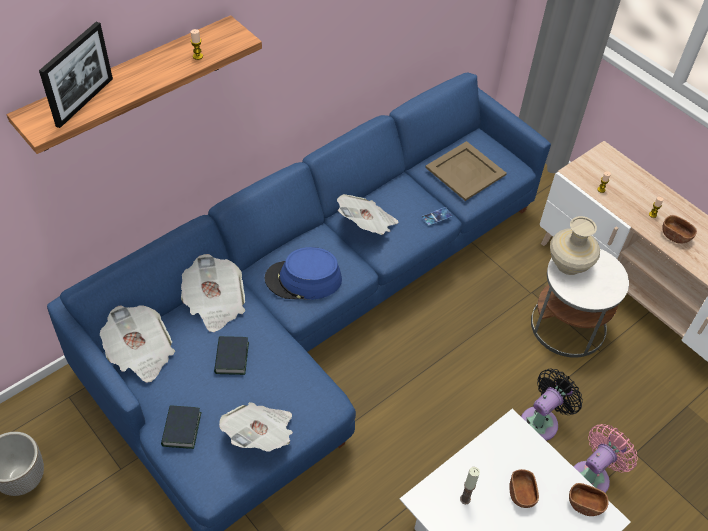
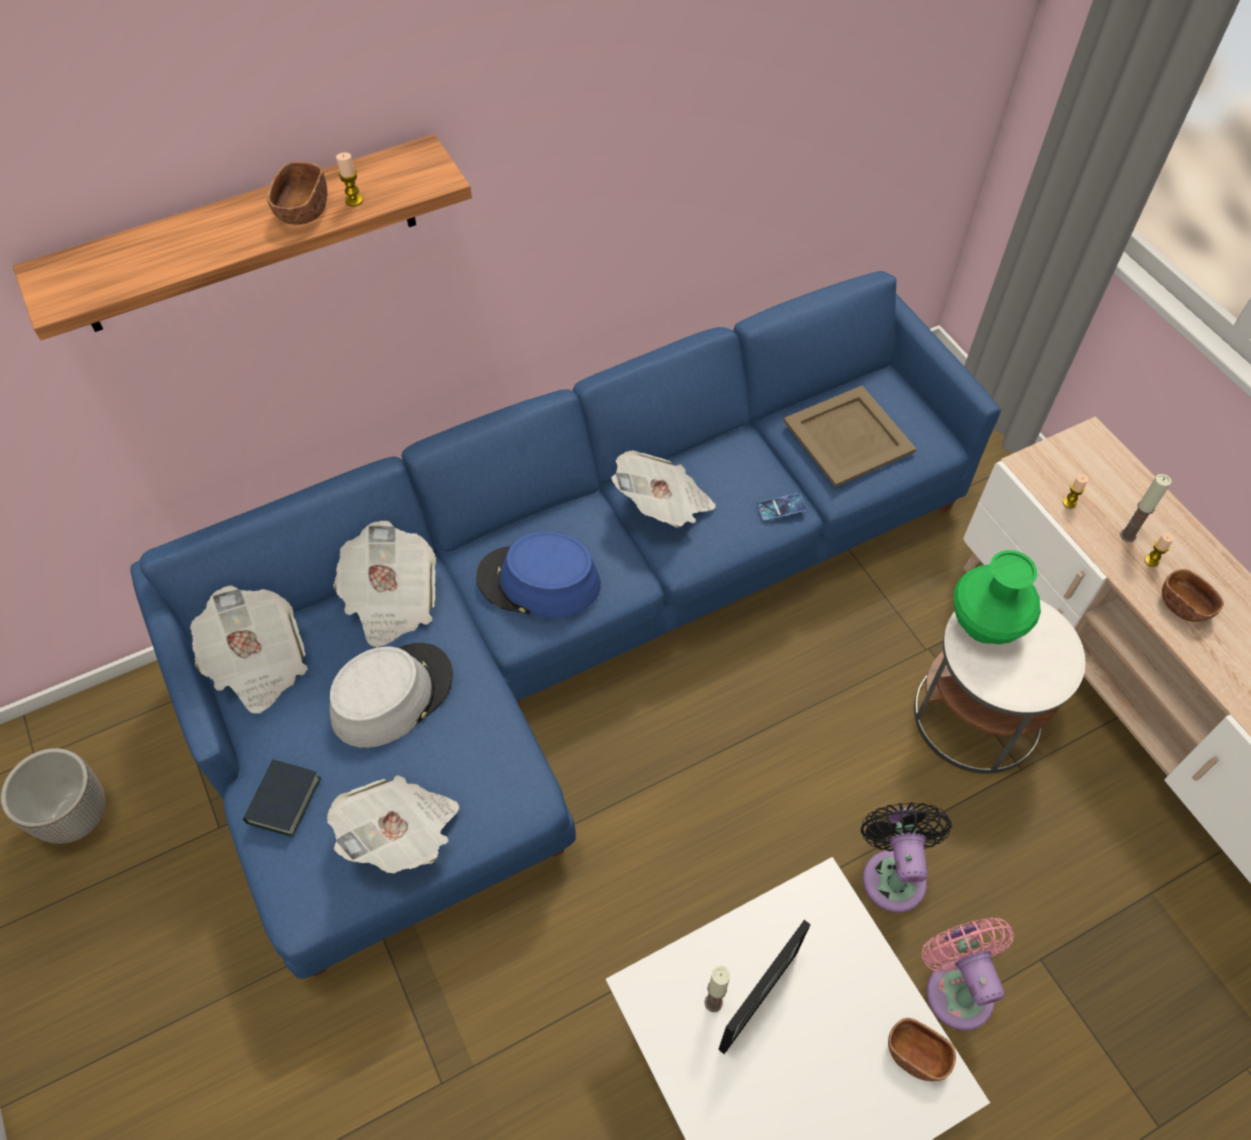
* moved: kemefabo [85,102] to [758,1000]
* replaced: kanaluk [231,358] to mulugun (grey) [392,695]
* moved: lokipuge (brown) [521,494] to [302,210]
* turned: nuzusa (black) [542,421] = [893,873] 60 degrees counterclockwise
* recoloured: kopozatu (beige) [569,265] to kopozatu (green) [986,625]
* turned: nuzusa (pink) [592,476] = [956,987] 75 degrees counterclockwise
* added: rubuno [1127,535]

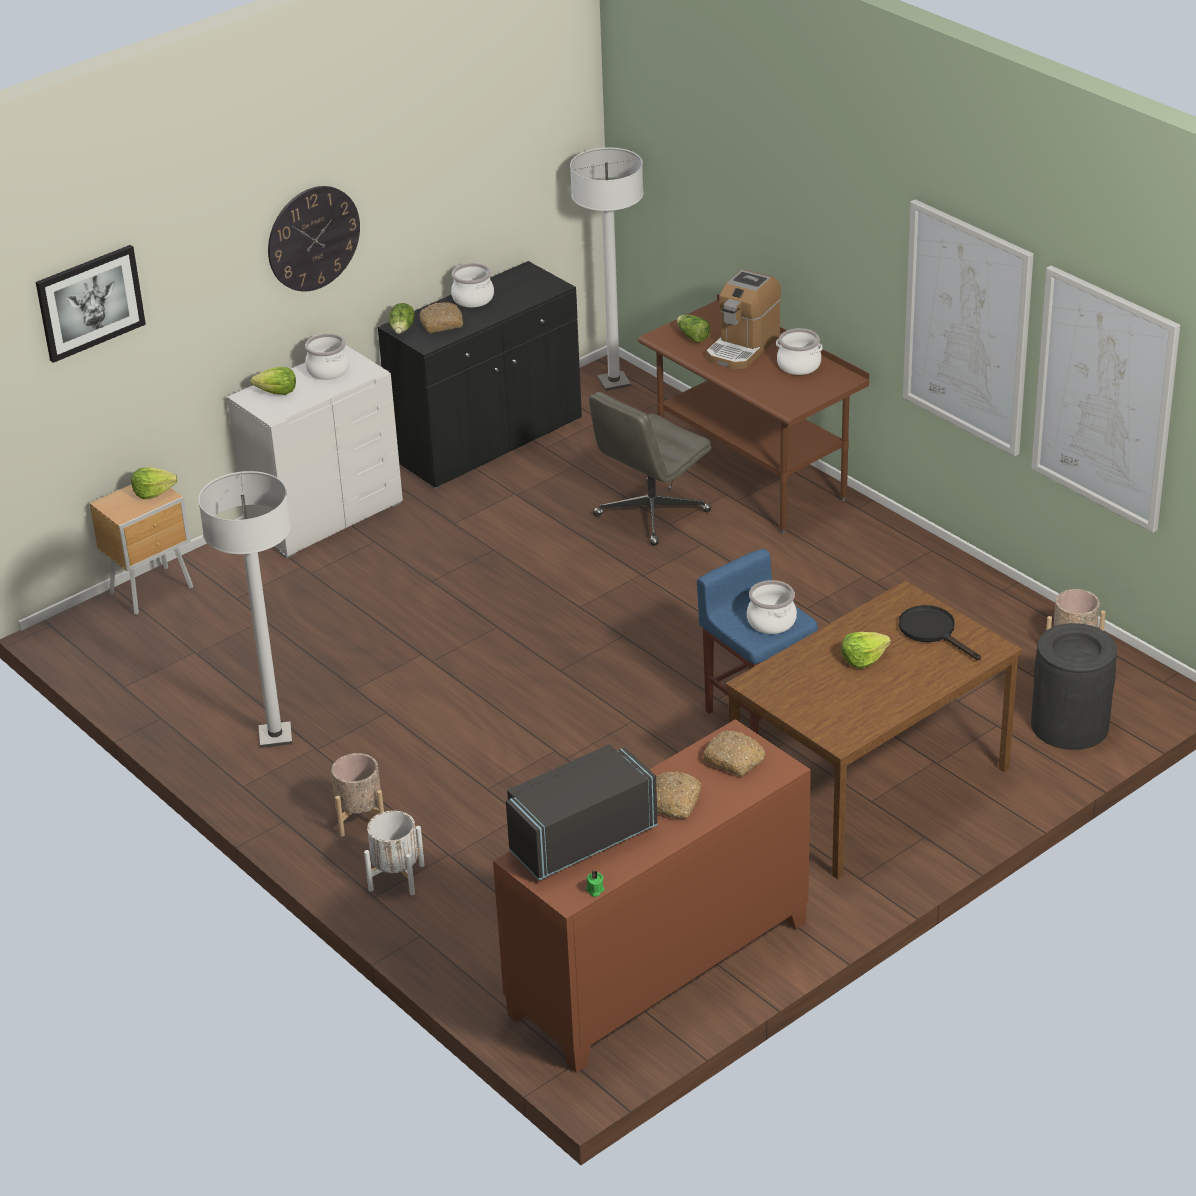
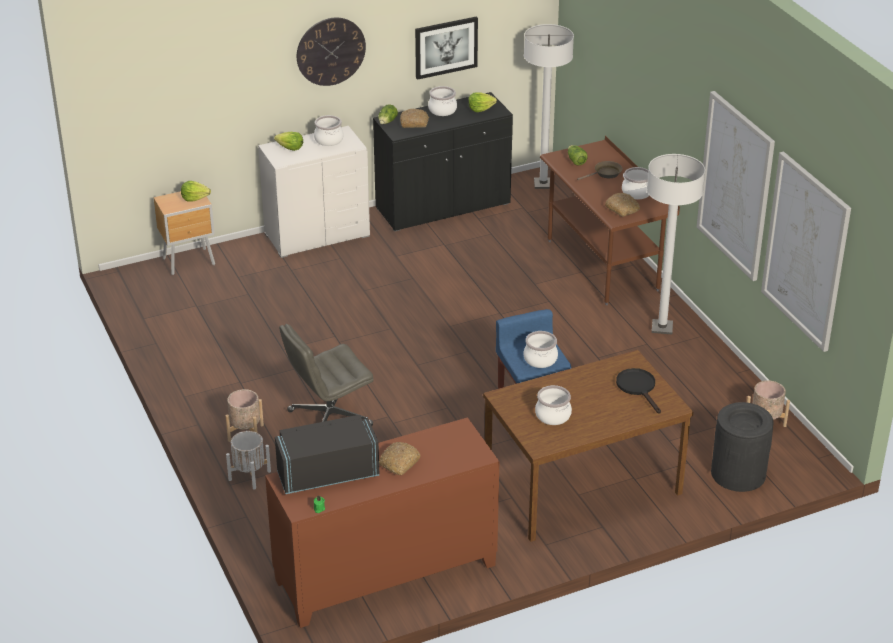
* moved: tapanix [90,302] to [446,47]
* moved: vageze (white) [275,736] to [662,328]
* moved: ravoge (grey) [651,514] to [329,419]
* moved: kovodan [734,760] to [622,209]
* replaced: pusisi [743,347] to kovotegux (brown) [605,174]
* moved: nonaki [863,659] to [480,108]
* added: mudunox [552,415]

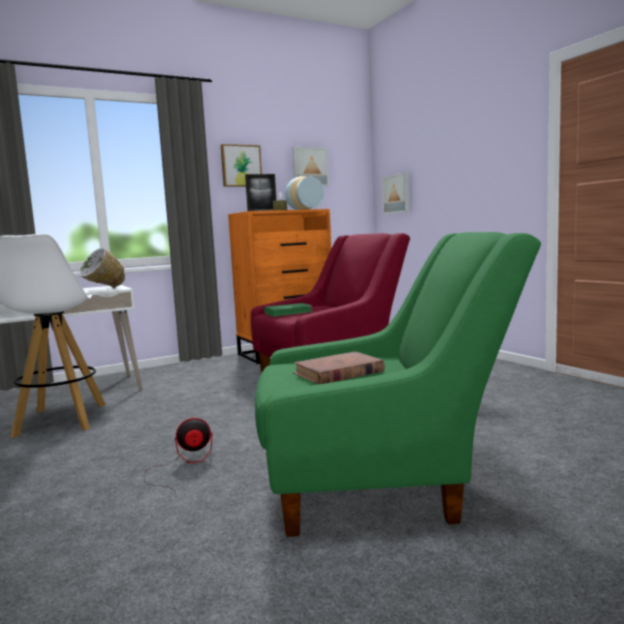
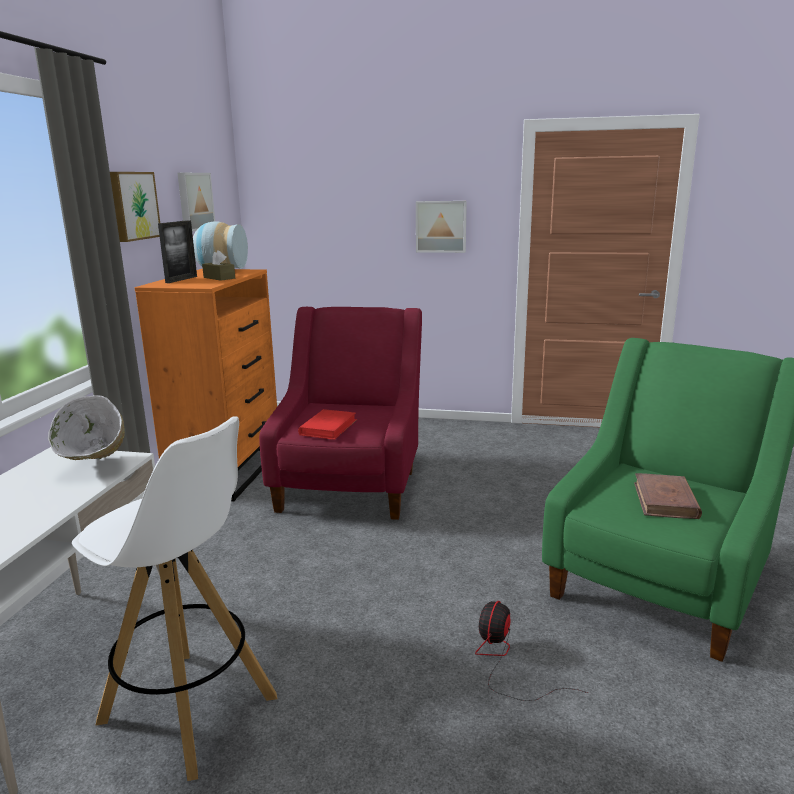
* recoloured: kanaluk (green) [288,312] to kanaluk (red) [328,427]
* moved: tapanix [397,194] to [441,226]

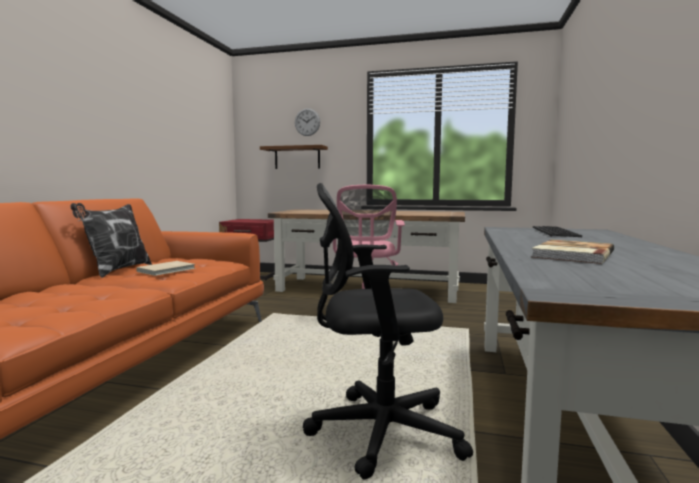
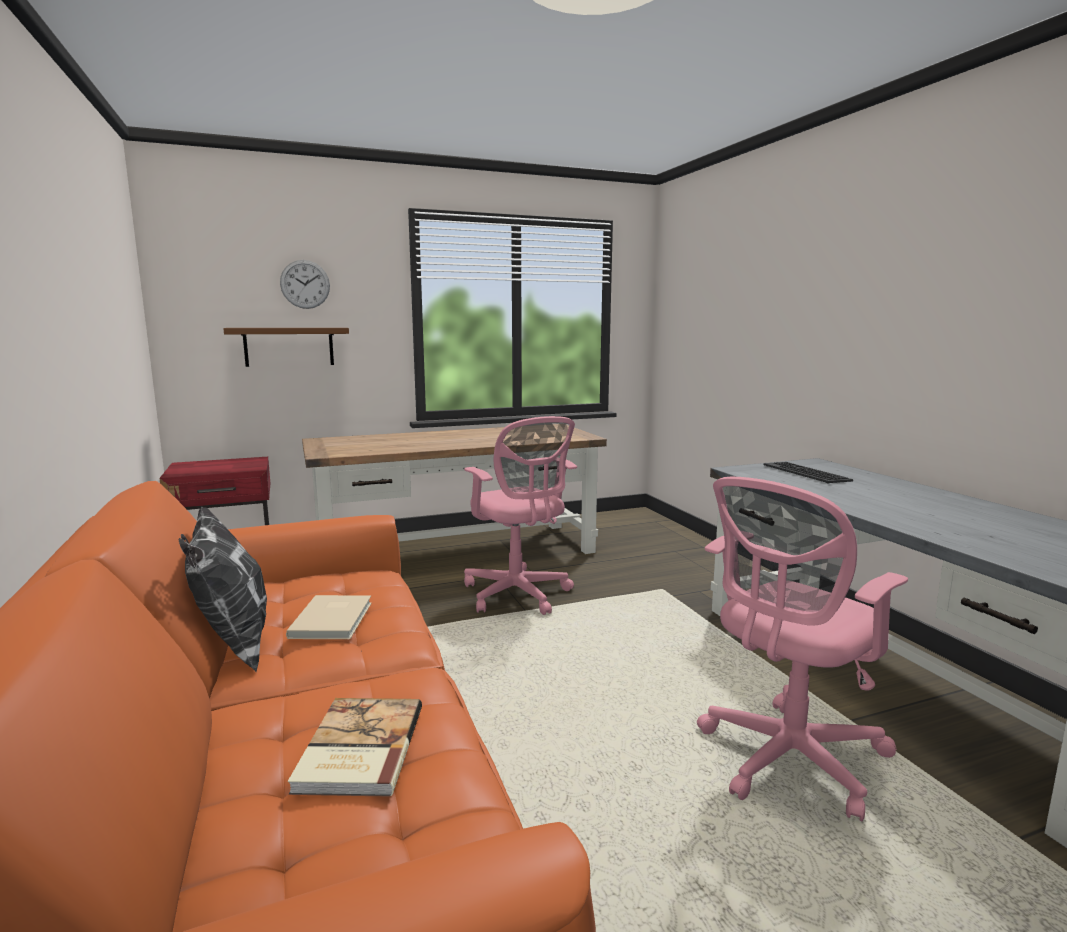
* recoloured: ravoge (black) [377,431] to ravoge (pink) [786,760]
* moved: kanaluk [571,254] to [358,749]

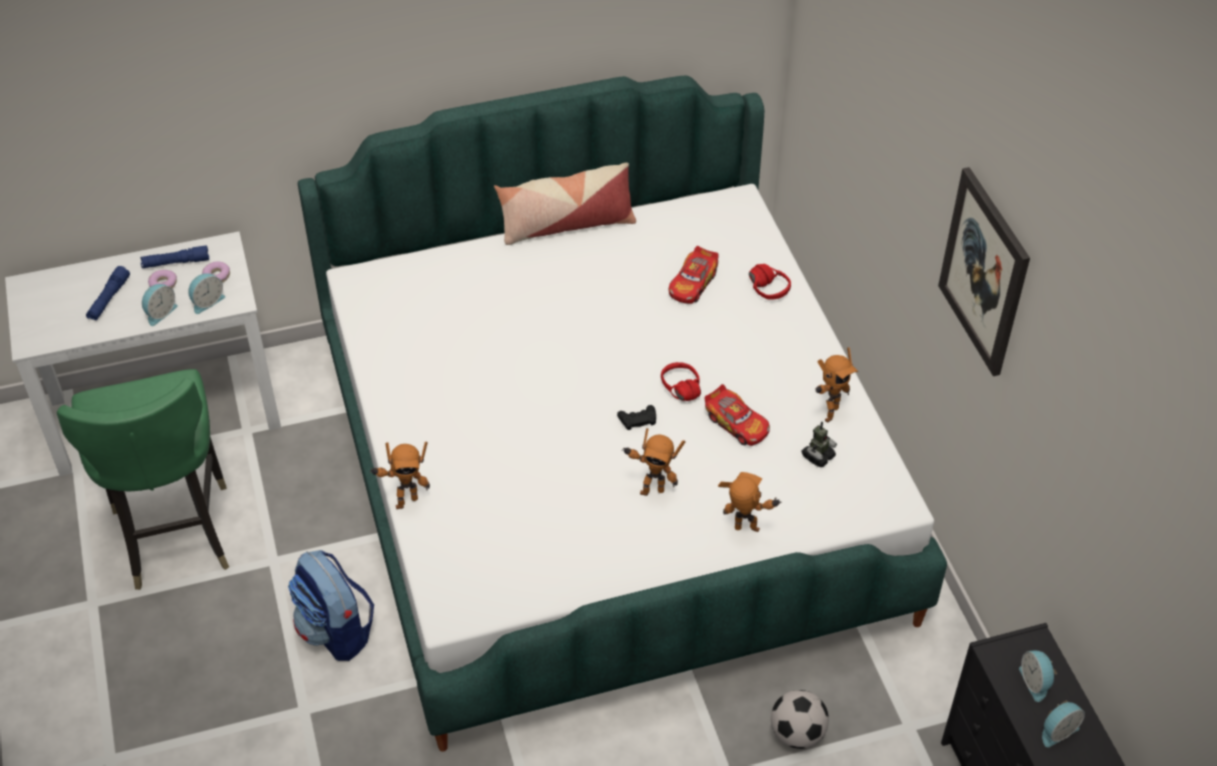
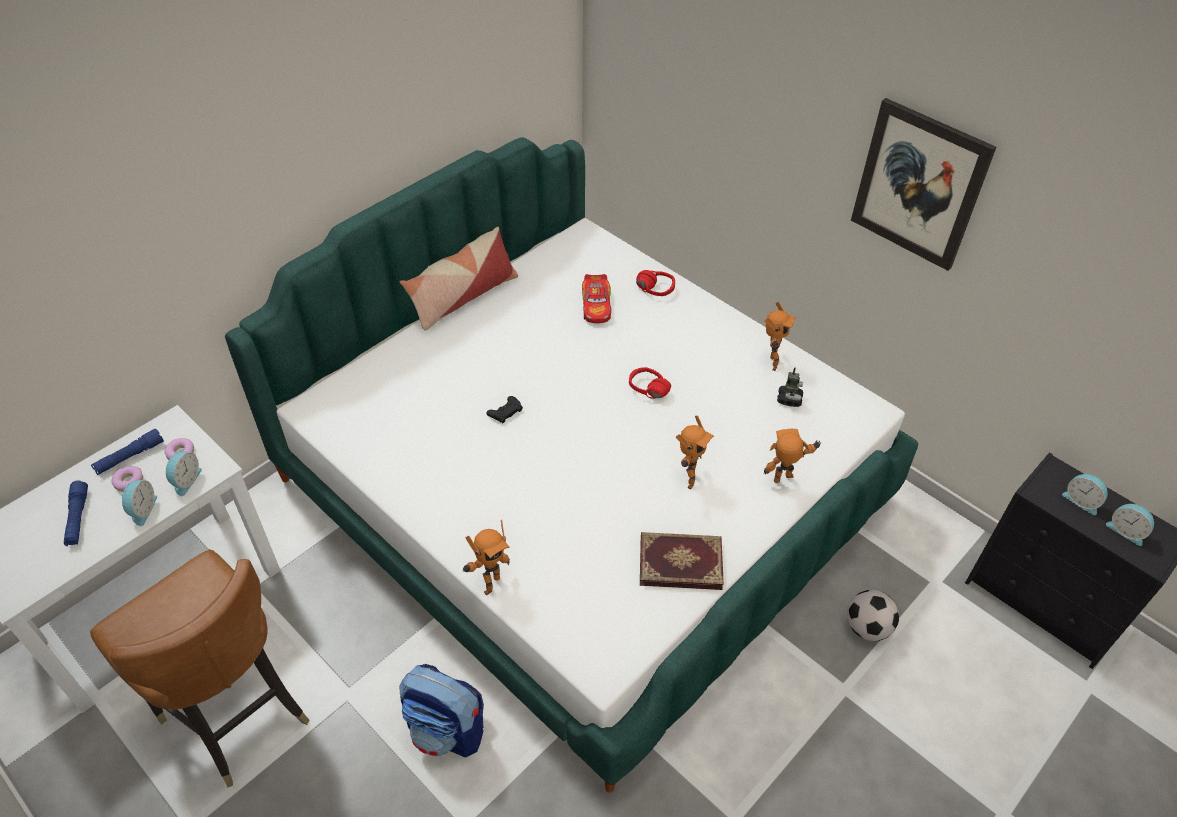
* recoloured: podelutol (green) [174,534] to podelutol (brown) [236,715]
* moved: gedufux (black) [637,419] to [505,412]
* turned: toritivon [651,489] = [687,480] 45 degrees counterclockwise
* removed: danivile [737,423]
* turned: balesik [1057,730] = [1126,530] 105 degrees clockwise
* added: kanaluk [680,561]

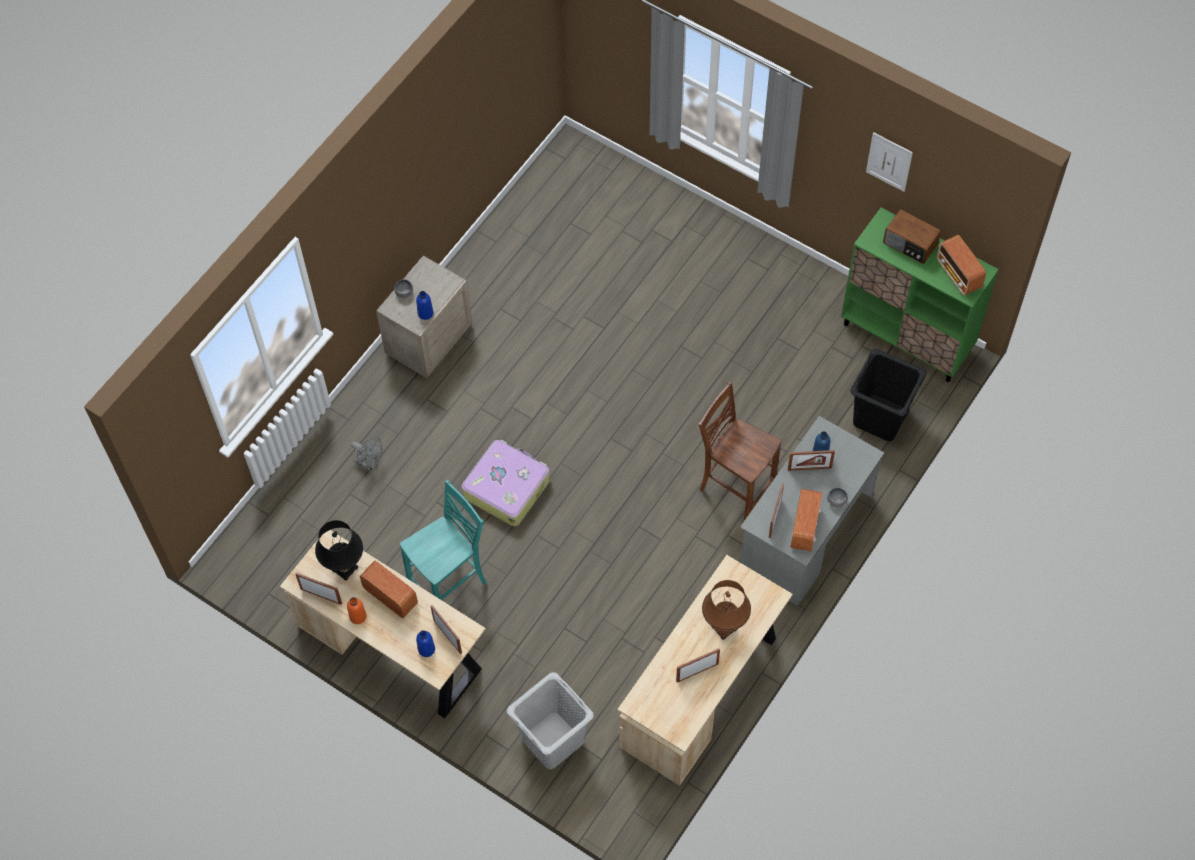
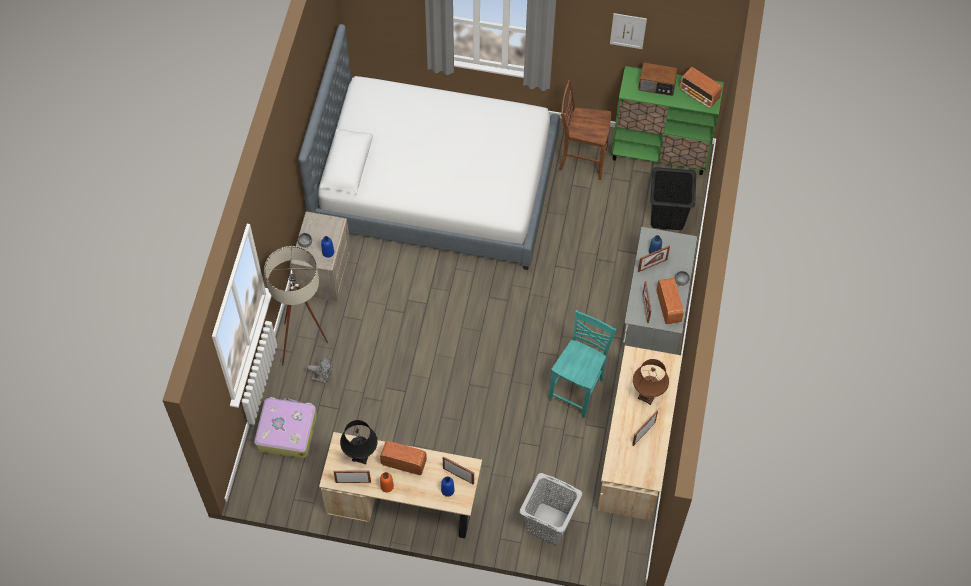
* moved: podelutol (turquoise) [450,583] to [578,389]
* moved: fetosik [506,487] to [286,431]
* moved: podelutol (brown) [735,487] to [581,160]
* added: vageze (beige) [304,344]
* added: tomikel [435,185]

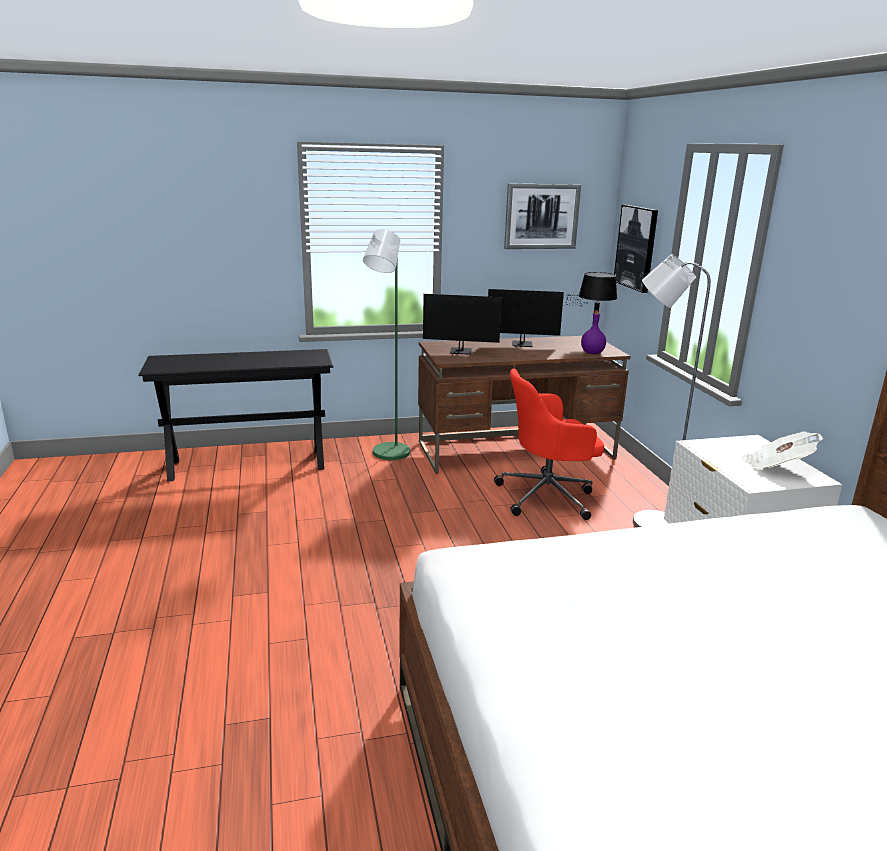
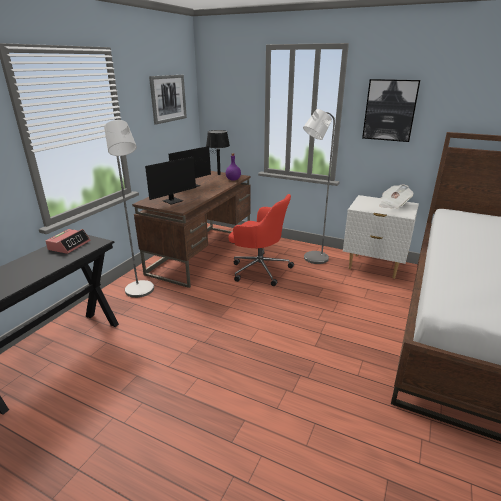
* recoloured: vageze (green) [388,455] to vageze (grey) [141,292]
* turned: ravoge (red) [548,496] = [259,269] 90 degrees counterclockwise
* moved: tapanix [636,247] to [390,110]
* added: balesik [69,245]

